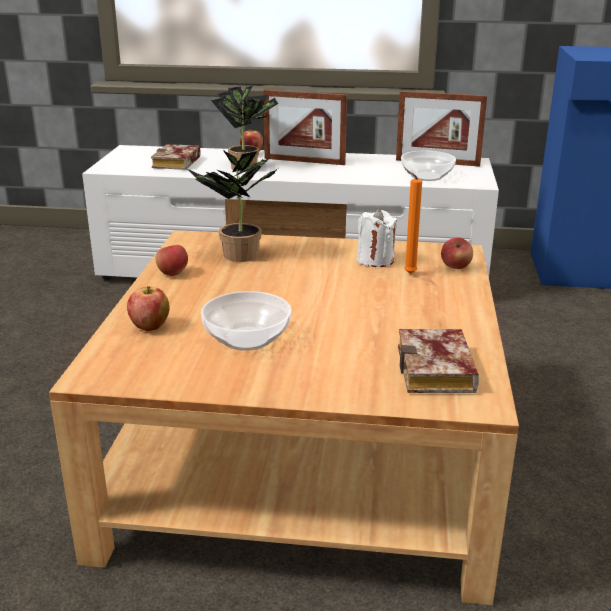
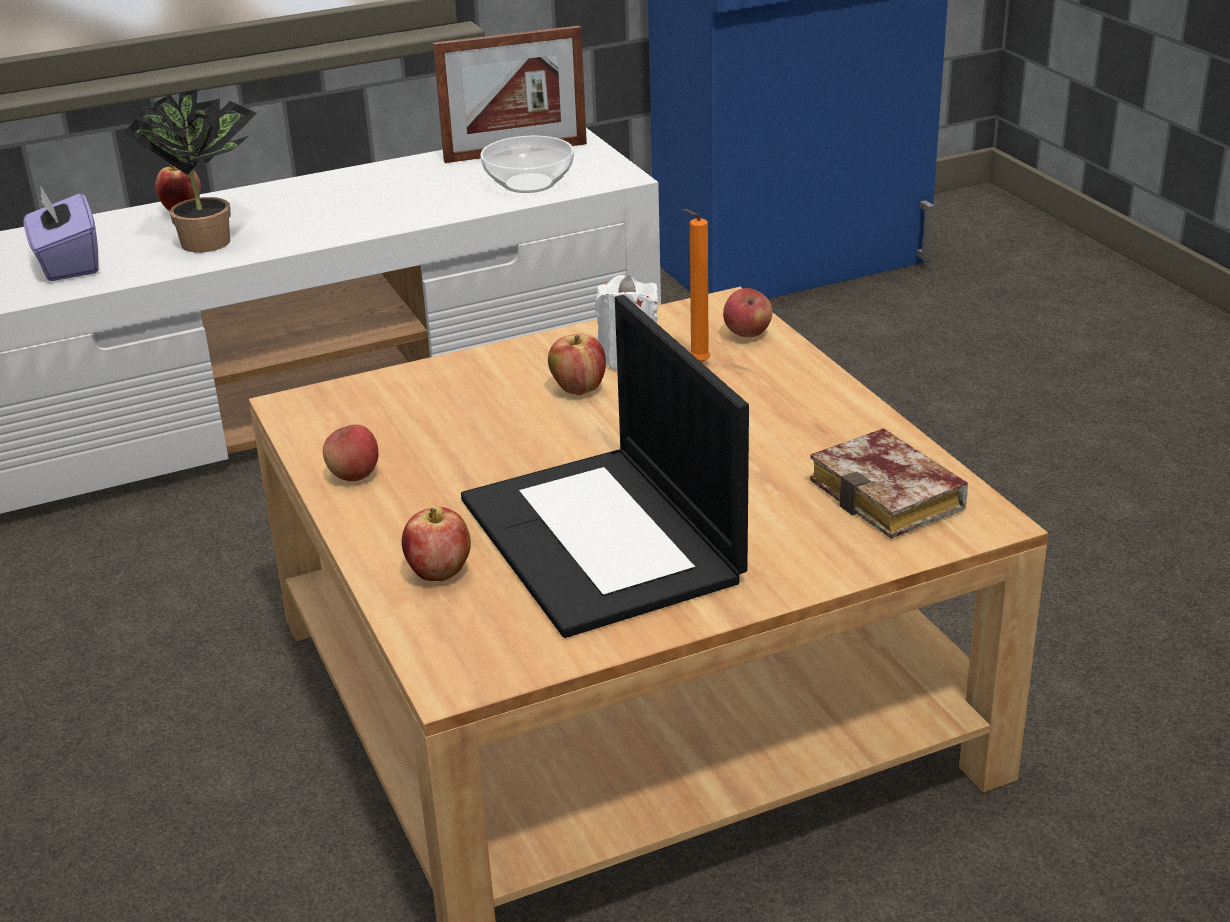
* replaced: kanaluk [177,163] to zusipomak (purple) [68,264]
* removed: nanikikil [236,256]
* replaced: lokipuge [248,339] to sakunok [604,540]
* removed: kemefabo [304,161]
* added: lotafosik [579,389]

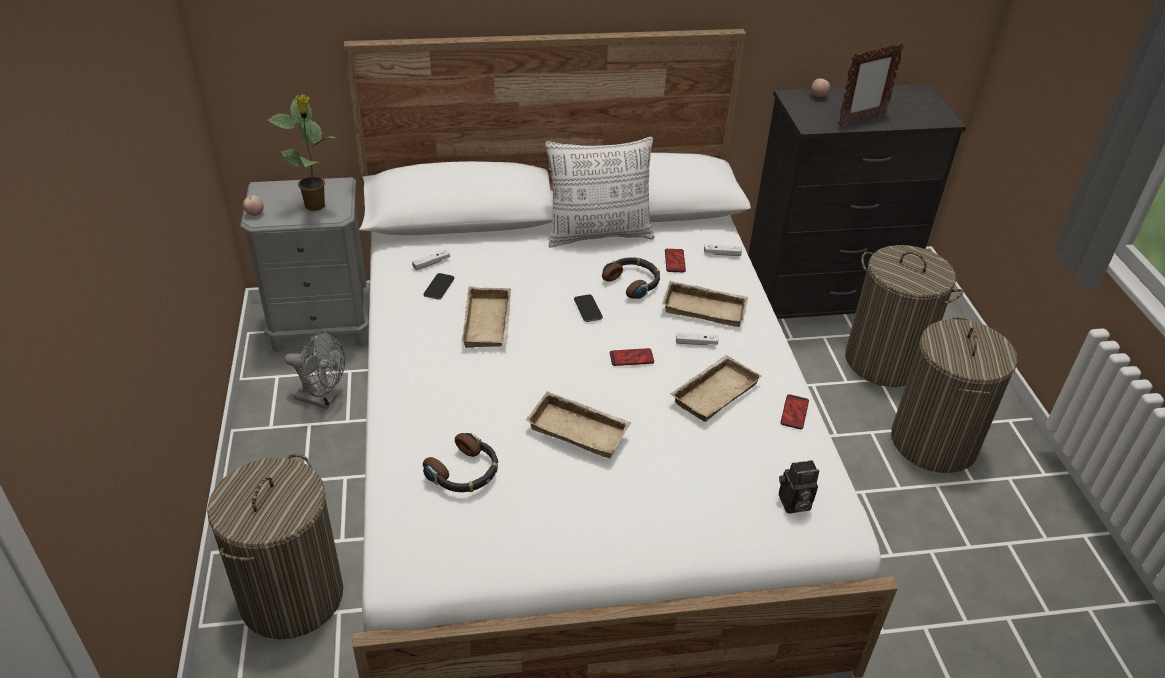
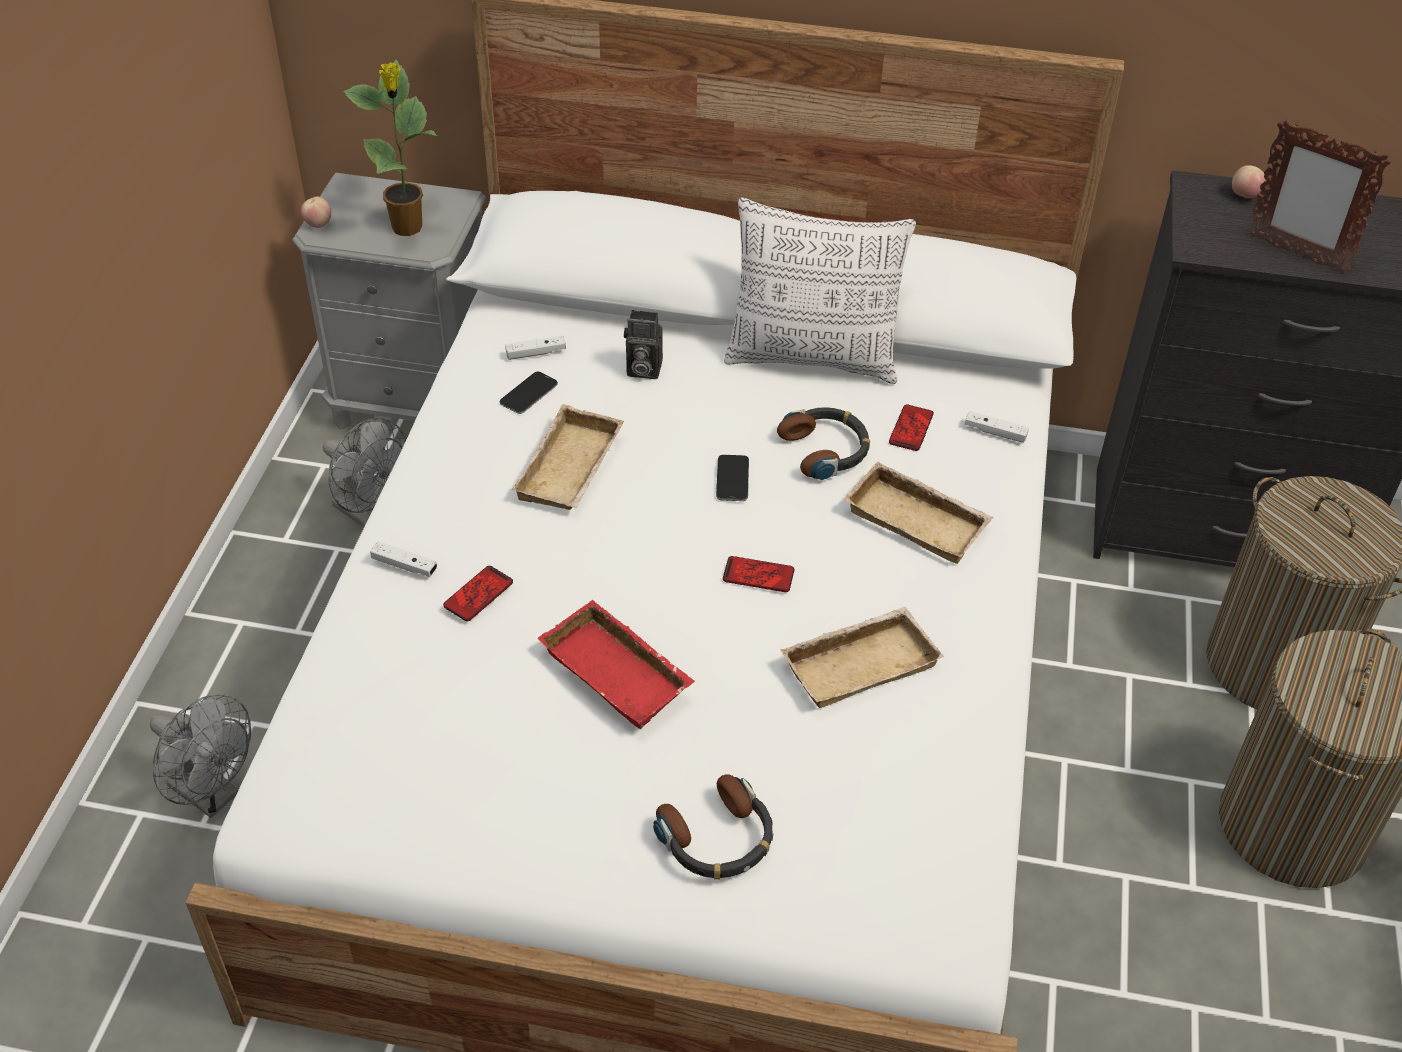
* replaced: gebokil [292,596] to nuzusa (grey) [212,795]
* moved: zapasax [464,472] to [717,839]
* recoloured: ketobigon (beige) [580,429] to ketobigon (red) [620,671]
* moved: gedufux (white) [696,343] to [404,565]
* moved: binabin [793,504] to [642,369]
* moved: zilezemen [794,412] to [478,594]
* turned: kemefabo [861,120] = [1295,253] 45 degrees clockwise

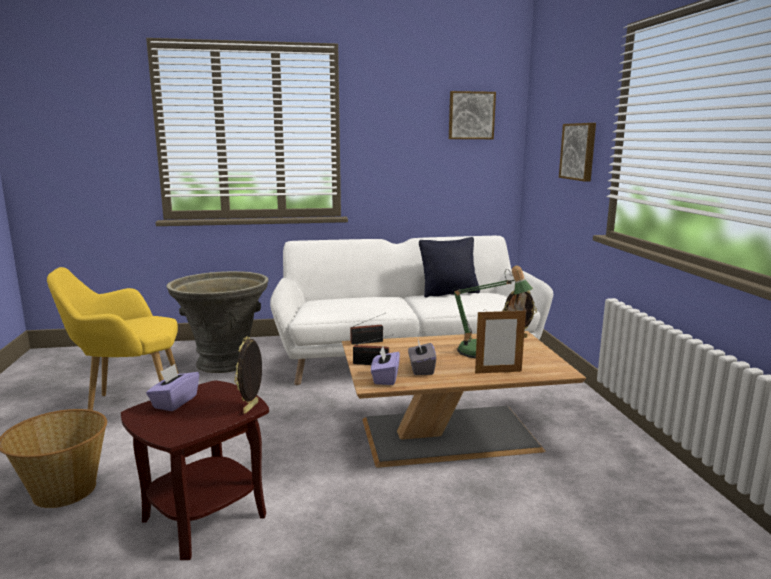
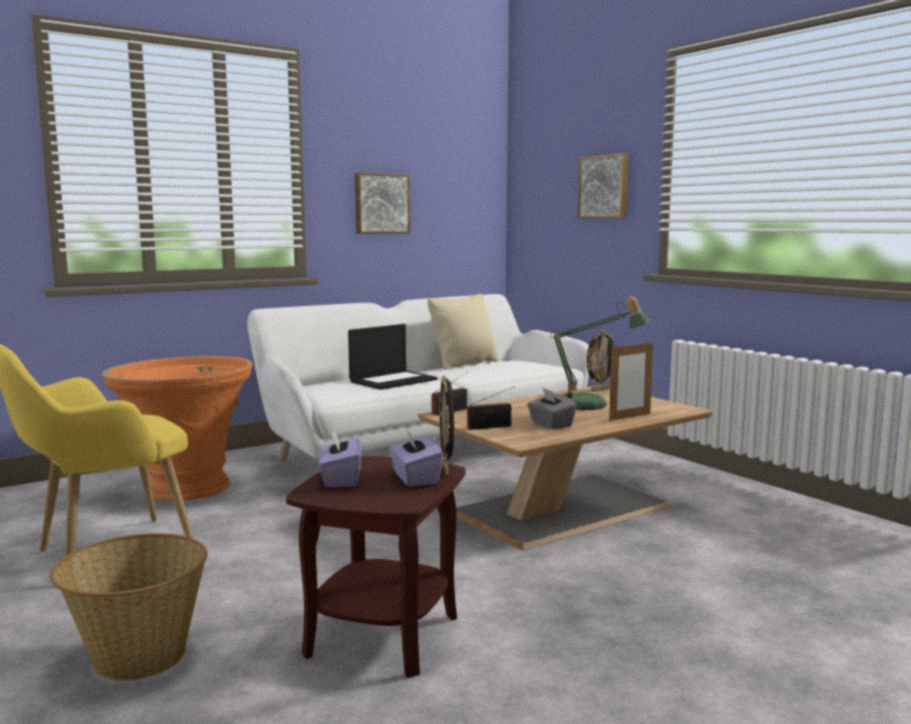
* recoloured: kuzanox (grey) [224,363] to kuzanox (orange) [186,488]
* moved: zusipomak (purple) [385,378] to [415,478]
* recoloured: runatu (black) [449,293] to runatu (beige) [464,364]
* moved: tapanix [471,115] to [381,203]
* added: sakunok [393,380]

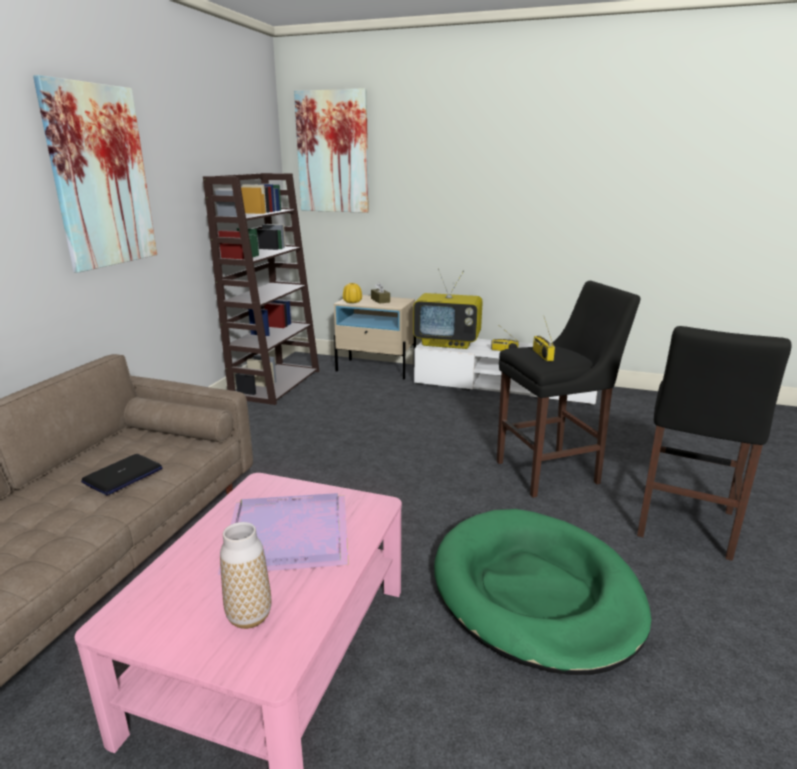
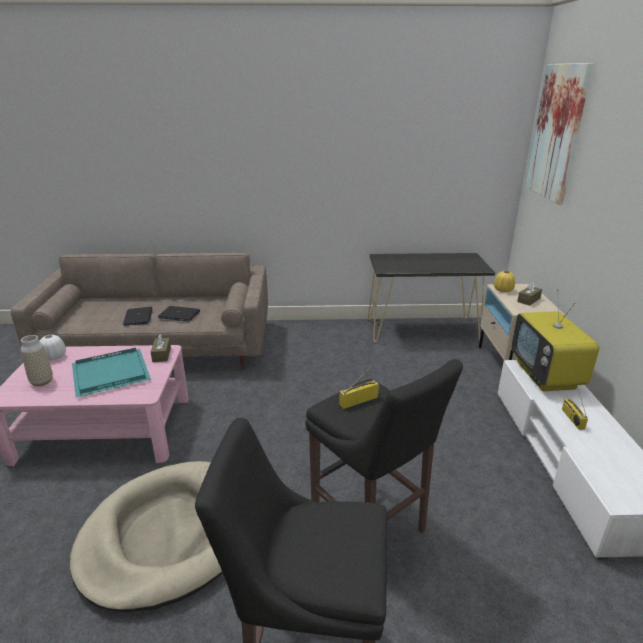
* removed: tapanix [101,177]
* replaced: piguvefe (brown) [276,383] to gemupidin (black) [423,329]
* recoloured: ketobigon (purple) [290,537] to ketobigon (turquoise) [109,374]
* recoloured: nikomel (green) [535,592] to nikomel (beige) [169,535]
* added: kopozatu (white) [54,356]
* added: sakunok [138,317]
* added: zusipomak (brown) [161,355]

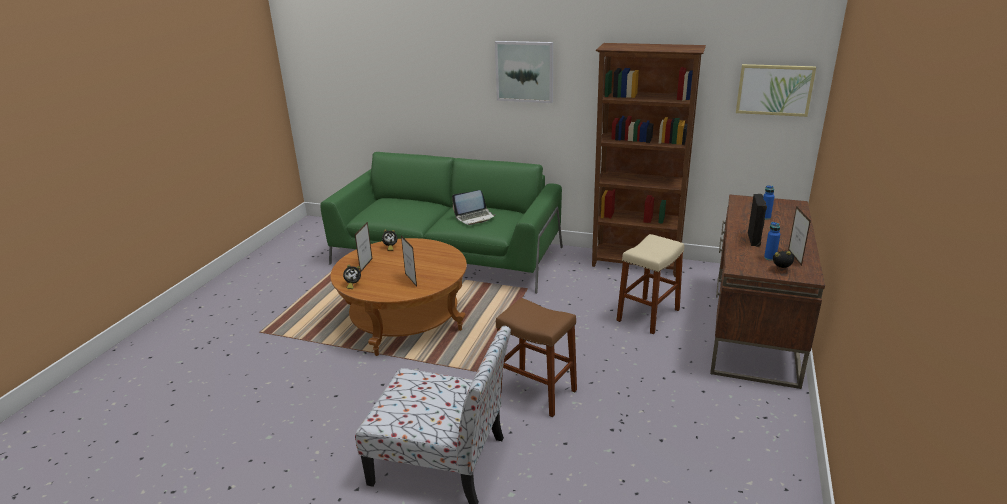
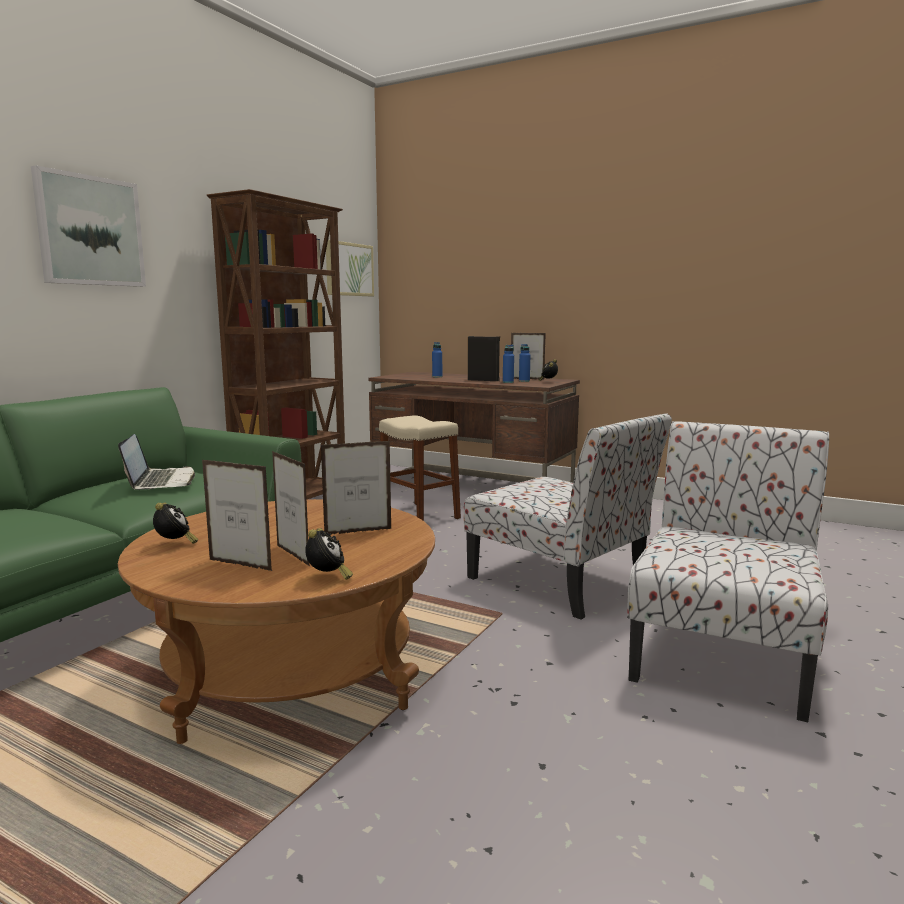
* replaced: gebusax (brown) [536,392] to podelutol [560,582]
* added: kemefabo [292,555]
* added: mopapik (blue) [508,382]

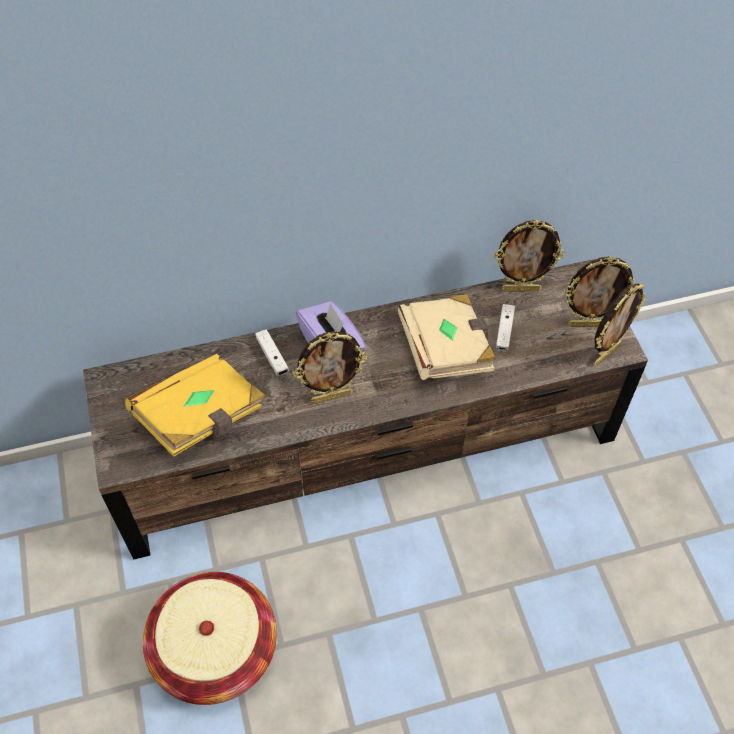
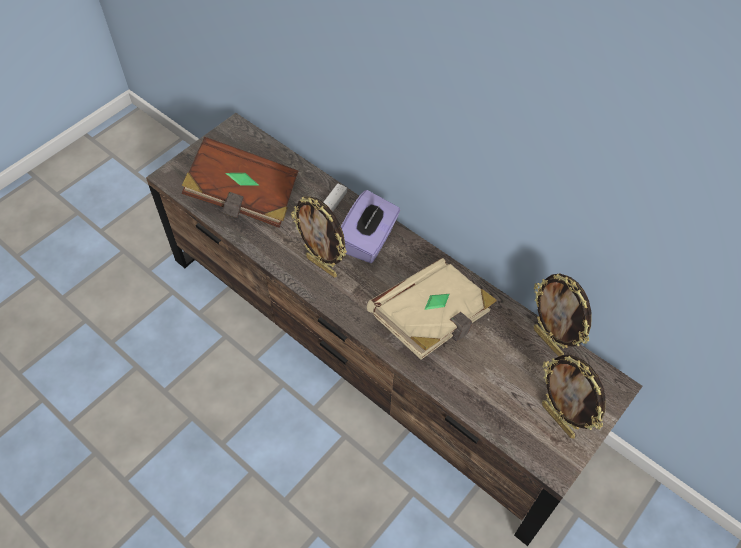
* recoloured: kanaluk (yellow) [201,417] to kanaluk (brown) [244,198]
* removed: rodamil [215,649]
* removed: gedufux (white) [504,331]
* removed: kemefabo [606,354]

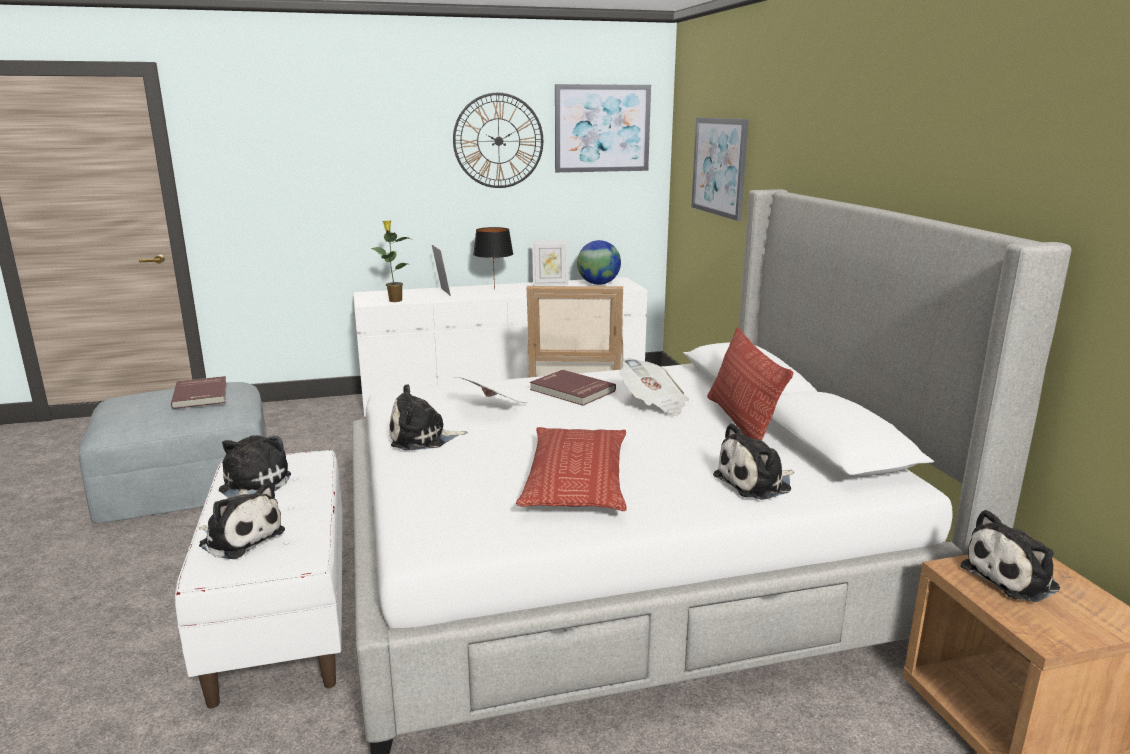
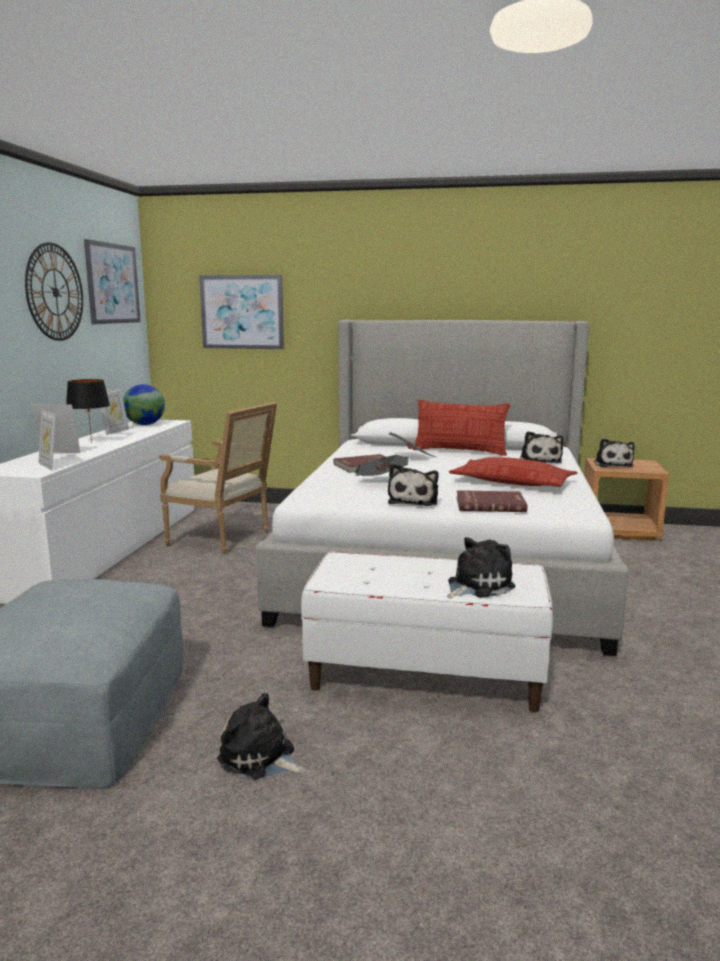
* moved: kanaluk (red) [202,395] to [490,504]
* moved: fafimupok [252,486] to [260,758]
* replaced: nanikikil [394,300] to kemefabo [49,466]

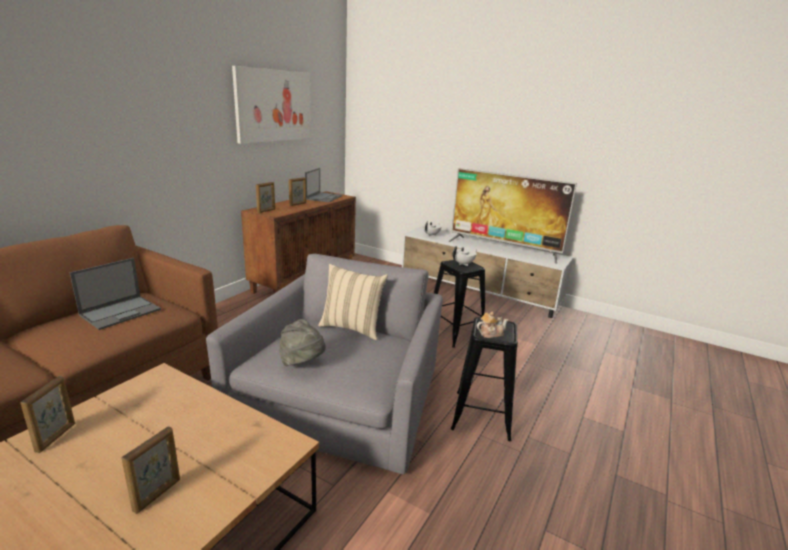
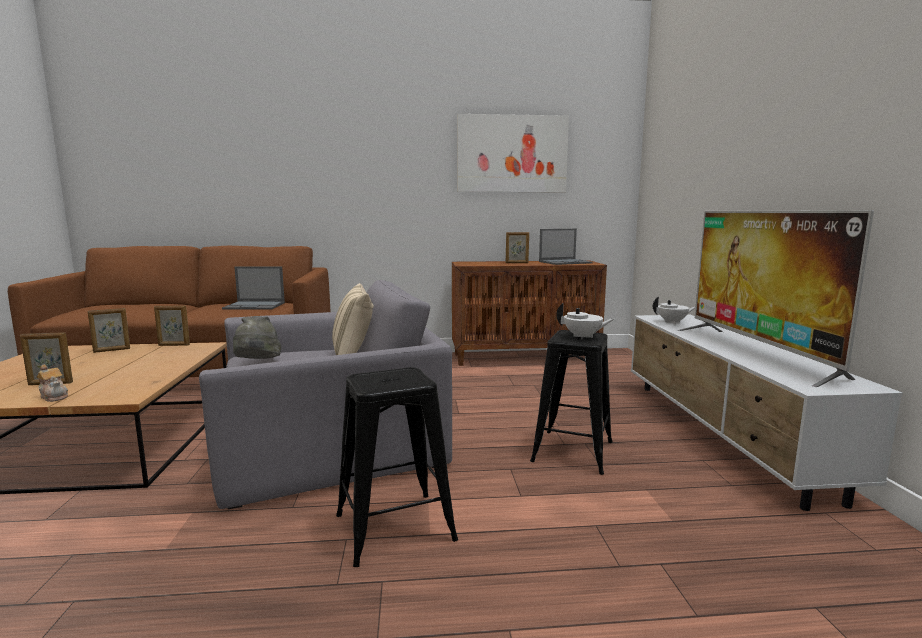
* moved: kemefabo [266,211] to [174,345]
* moved: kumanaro [490,333] to [54,396]

